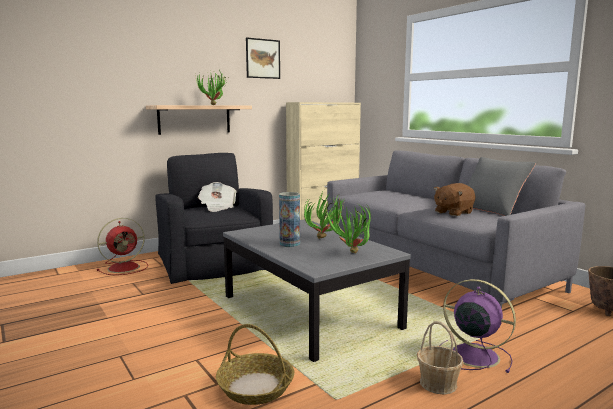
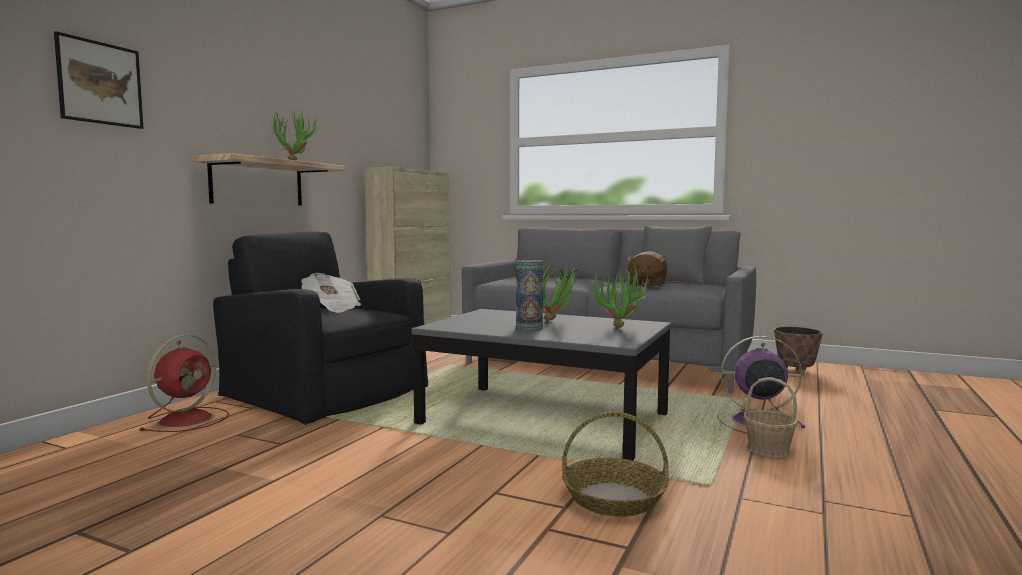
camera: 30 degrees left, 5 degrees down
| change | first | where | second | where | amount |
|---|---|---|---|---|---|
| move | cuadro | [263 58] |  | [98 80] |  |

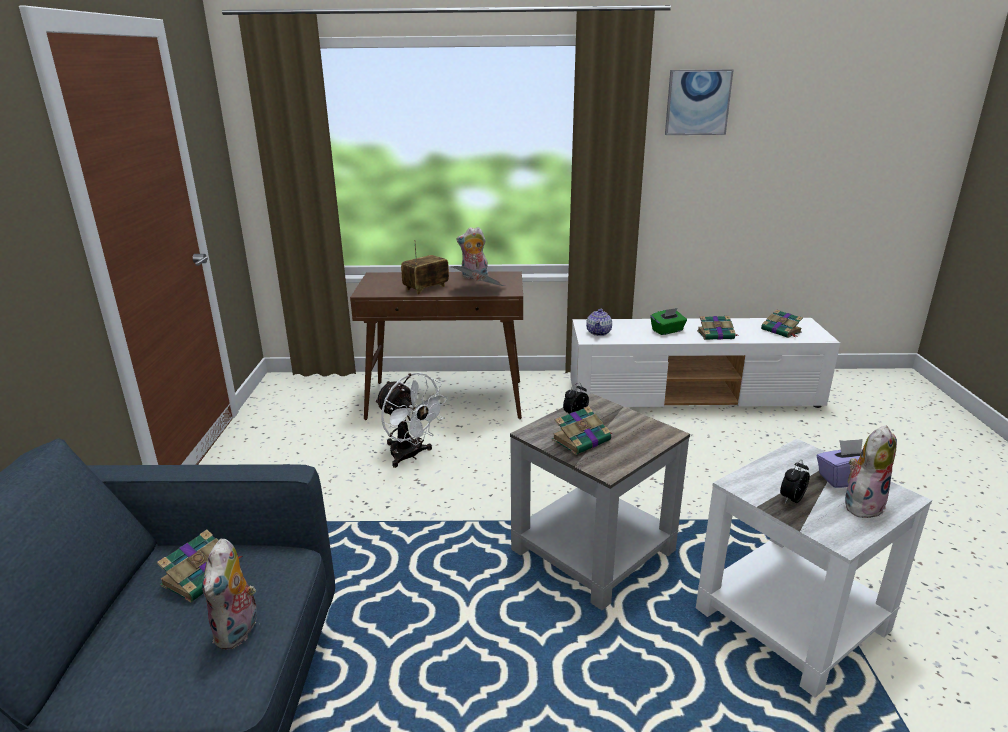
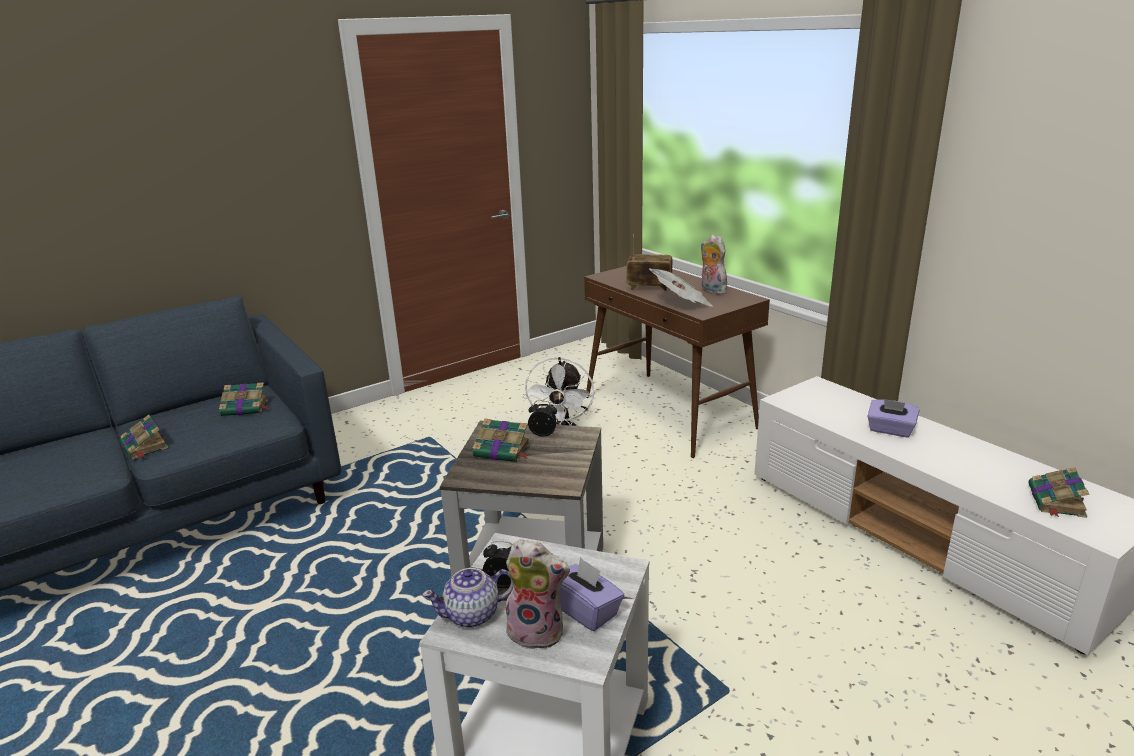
camera: 55 degrees right, 0 degrees up
| change | first | where | second | where | amount |
|---|---|---|---|---|---|
| delete | peluche | [229 594] |  |  |  |
| move | tetera | [599 322] |  | [468 598] |  |
| recolor | caja de pañuelos (verde) | [668 321] | caja de pañuelos (morado) | [893 418] |  |
| delete | cuadro | [699 102] |  |  |  |
| move | libro | [717 328] |  | [144 437] |  |

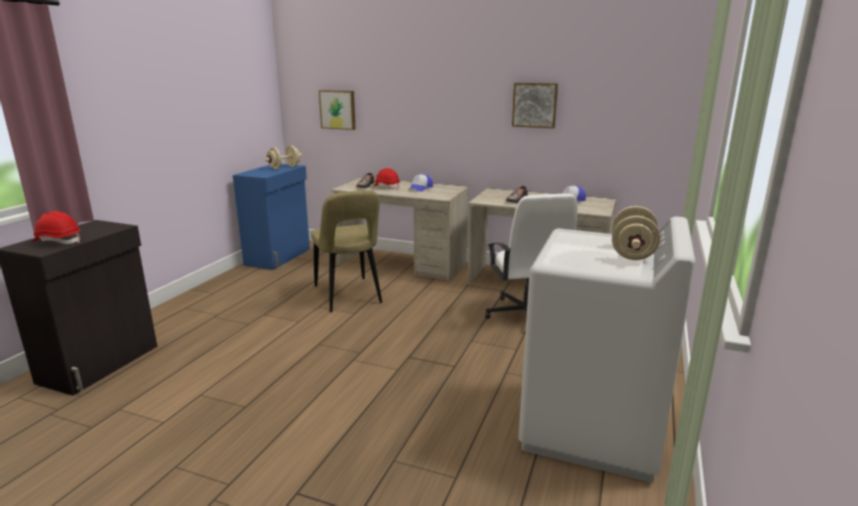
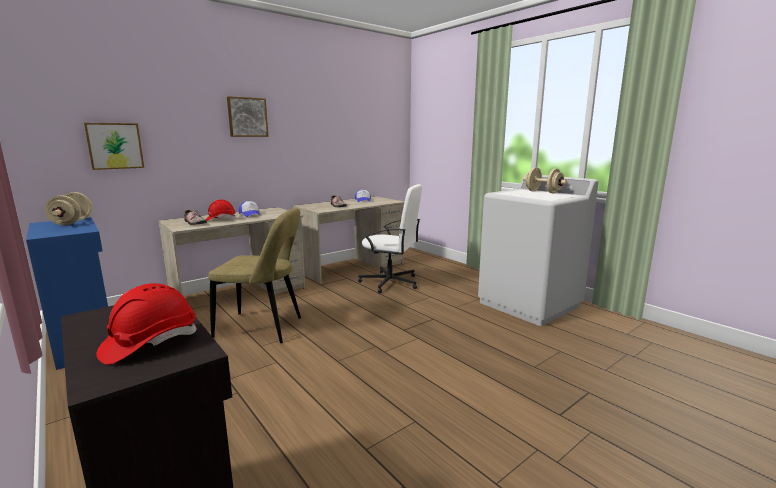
camera: 60 degrees left, 5 degrees down
| change | first | where | second | where | amount |
|---|---|---|---|---|---|
| move | cuadro | [535 105] |  | [248 116] |  |

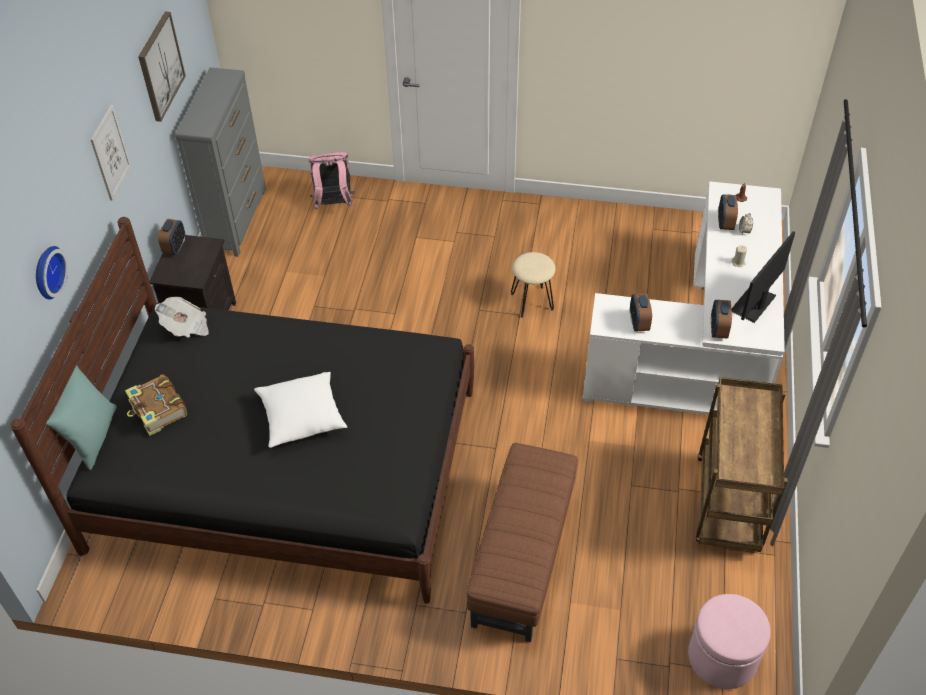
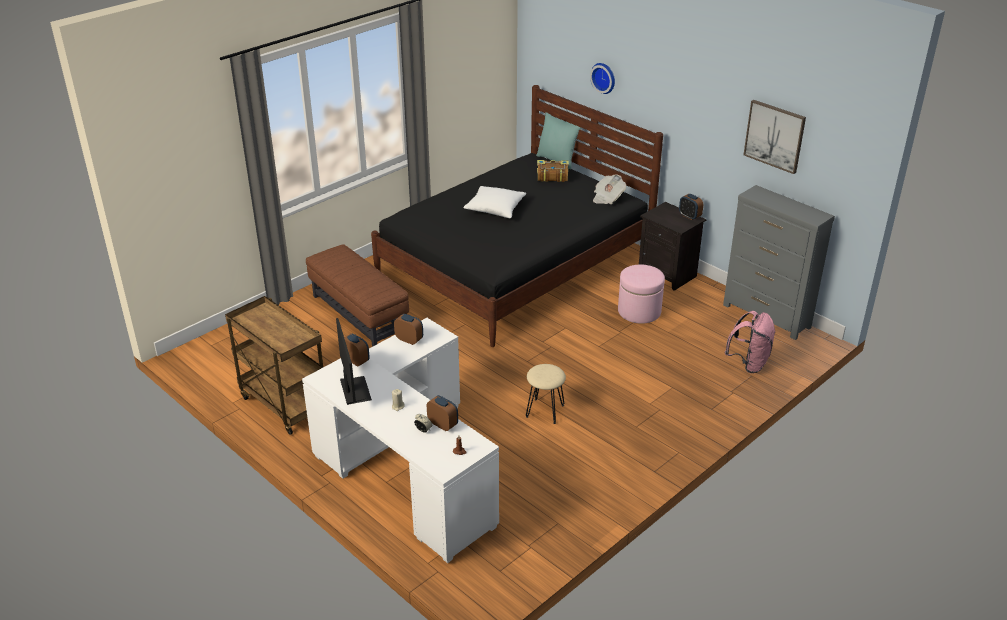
camera: 125 degrees right, 15 degrees down
| change | first | where | second | where | amount |
|---|---|---|---|---|---|
| delete | cuadro | [110 153] |  |  |  |
| move | puf (rosa) | [729 641] |  | [641 294] |  |

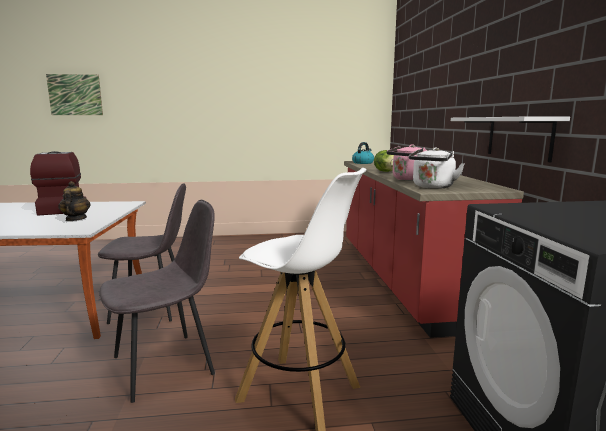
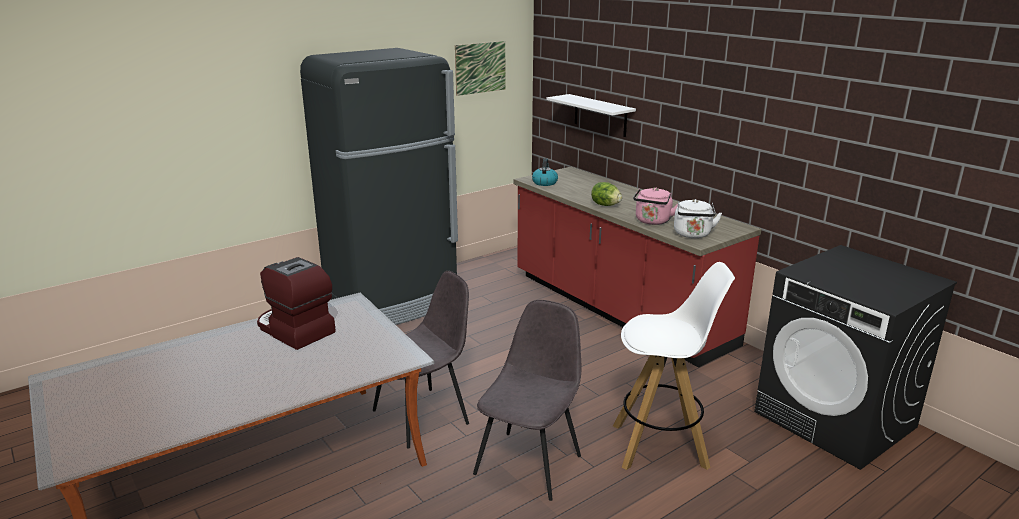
camera: 30 degrees left, 10 degrees up
| change | first | where | second | where | amount |
|---|---|---|---|---|---|
| move | cuadro | [74 94] |  | [480 68] |  |
| delete | tetera | [74 201] |  |  |  |
| move | estante (blanco) | [510 139] |  | [591 115] |  |
| insert |  |  | nevera (negro) | [379 186] |  |

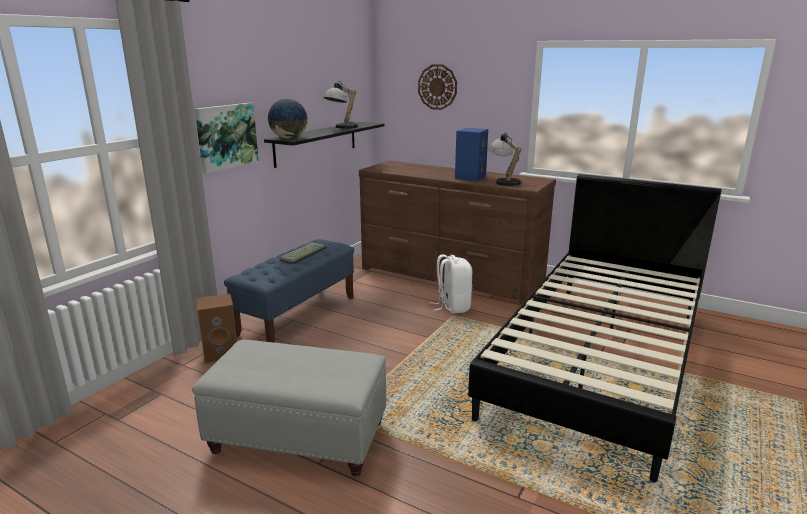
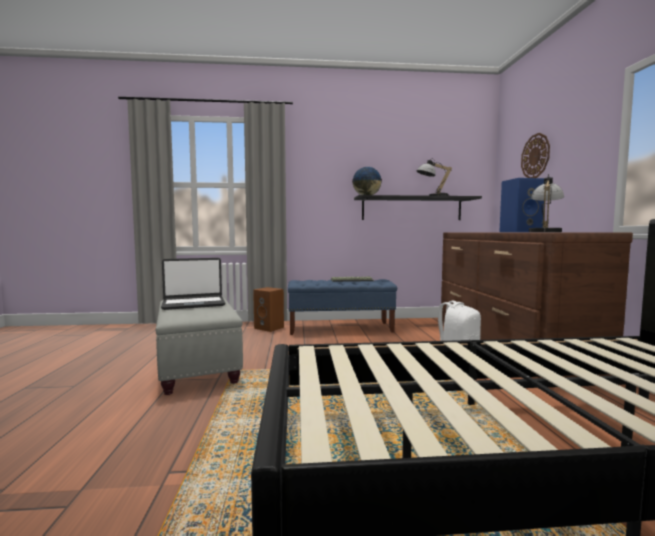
camera: 55 degrees right, 15 degrees down
| change | first | where | second | where | amount |
|---|---|---|---|---|---|
| delete | cuadro | [227 138] |  |  |  |
| insert |  |  | portátil | [193 284] |  |

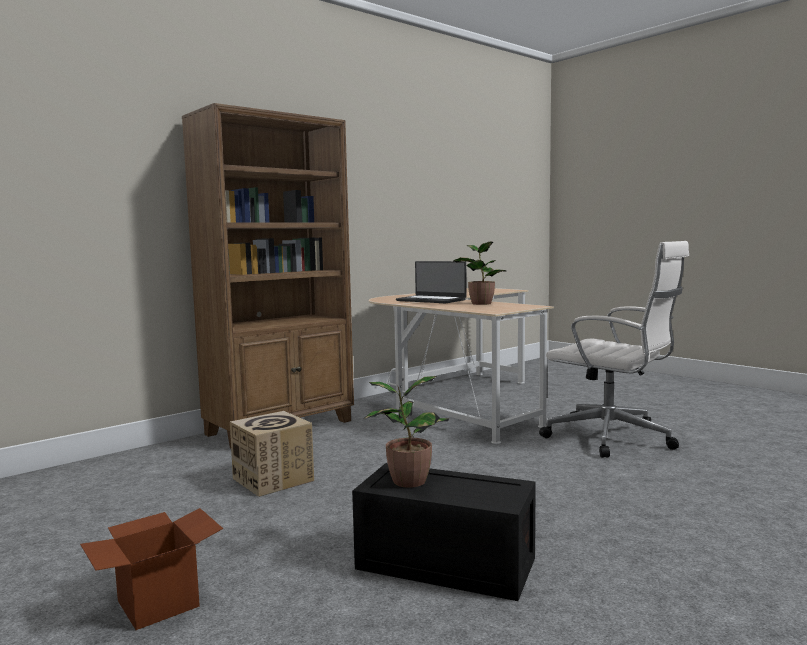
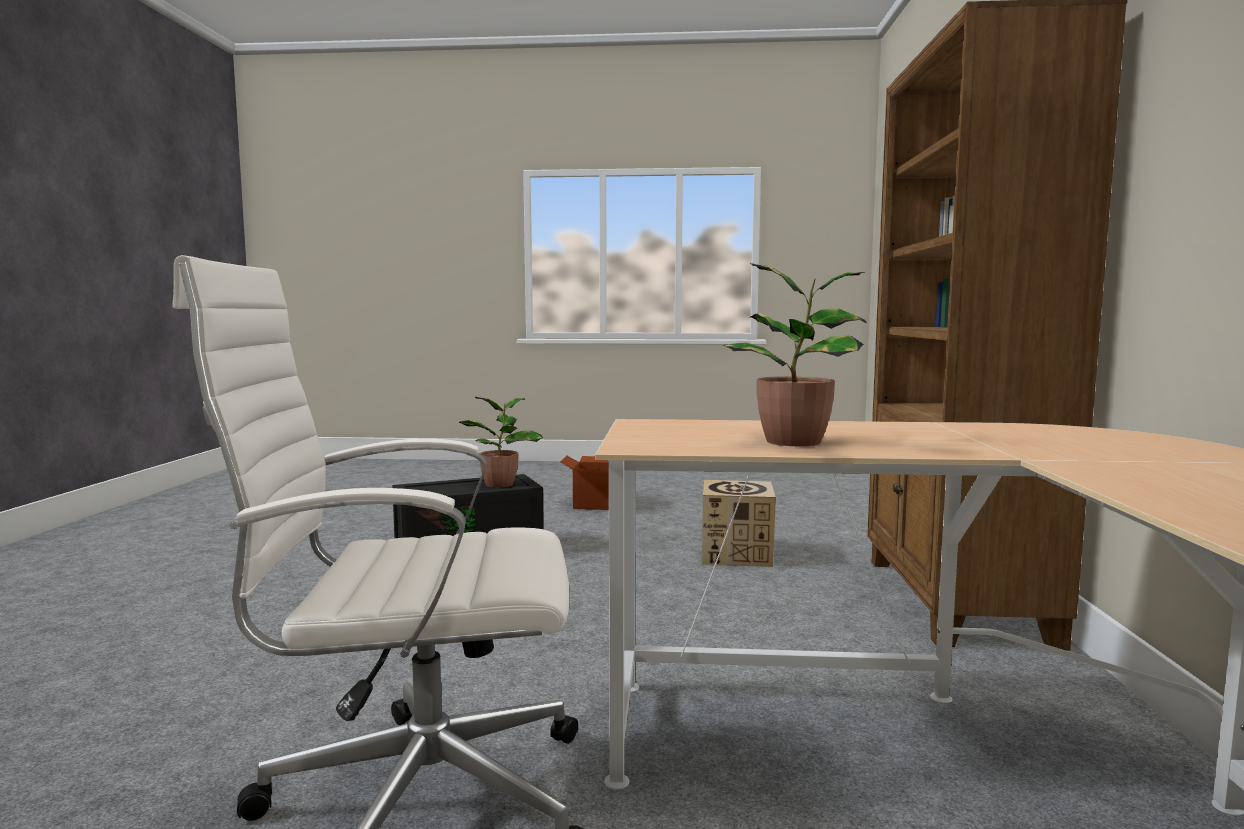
camera: 135 degrees right, 0 degrees up
| change | first | where | second | where | amount |
|---|---|---|---|---|---|
| delete | portátil | [431 282] |  |  |  |

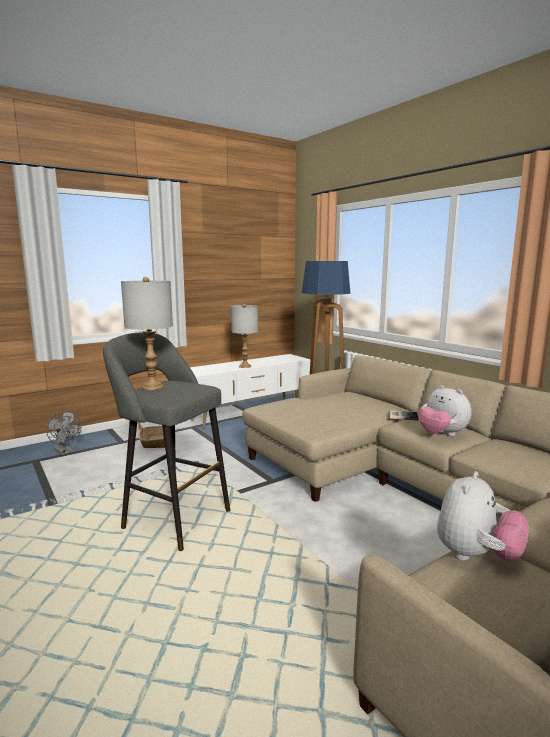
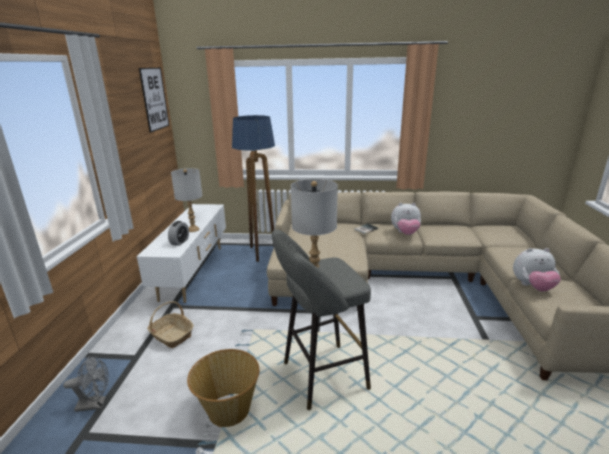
camera: 50 degrees left, 10 degrees up
| change | first | where | second | where | amount |
|---|---|---|---|---|---|
| rotate | peluche | [483 516] |  | [537 270] | 105 degrees clockwise |
| insert |  |  | cuadro | [154 100] |  |
| insert |  |  | despertador | [178 233] |  |
| insert |  |  | cesta | [223 388] |  |

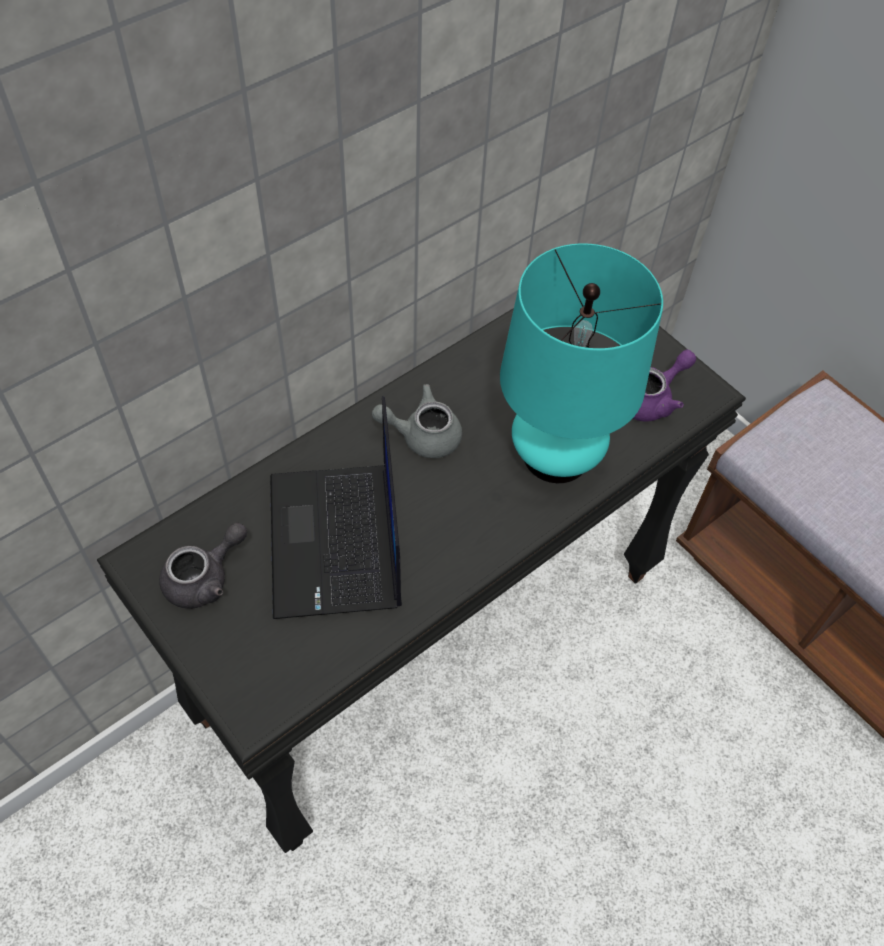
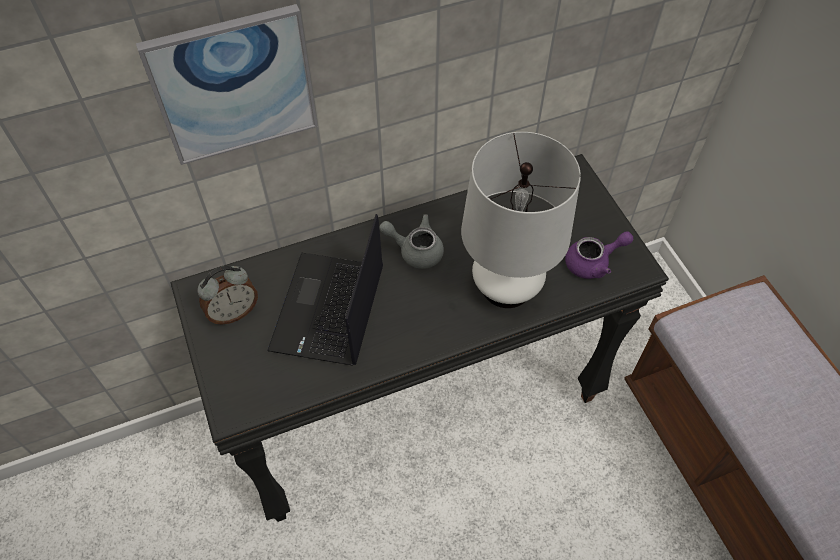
camera: 20 degrees right, 0 degrees up
| change | first | where | second | where | amount |
|---|---|---|---|---|---|
| replace | tetera (gris) | [203 566] | despertador | [227 295] |  |
| recolor | lámpara de mesa (turquesa) | [581 363] | lámpara de mesa (blanco) | [521 220] |  |
| insert |  |  | cuadro | [226 84] |  |

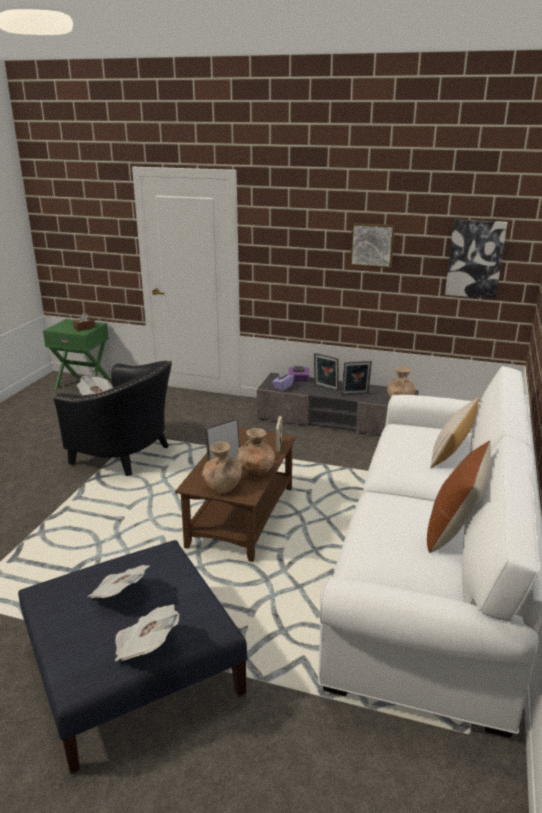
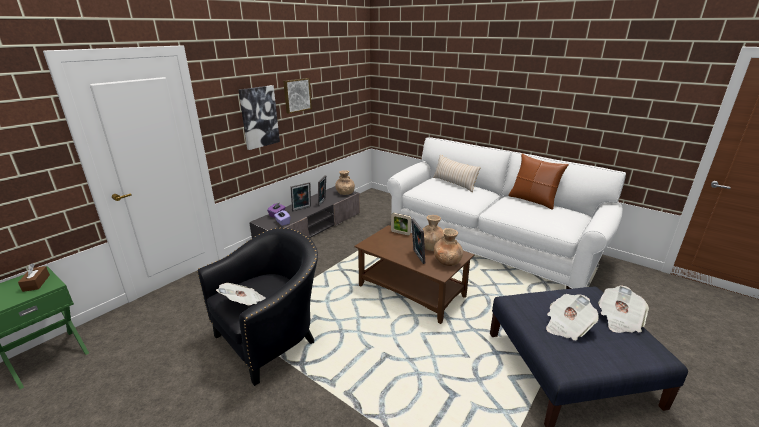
camera: 70 degrees left, 0 degrees up
| change | first | where | second | where | amount |
|---|---|---|---|---|---|
| move | cuadro | [476 259] |  | [259 117] |  |

